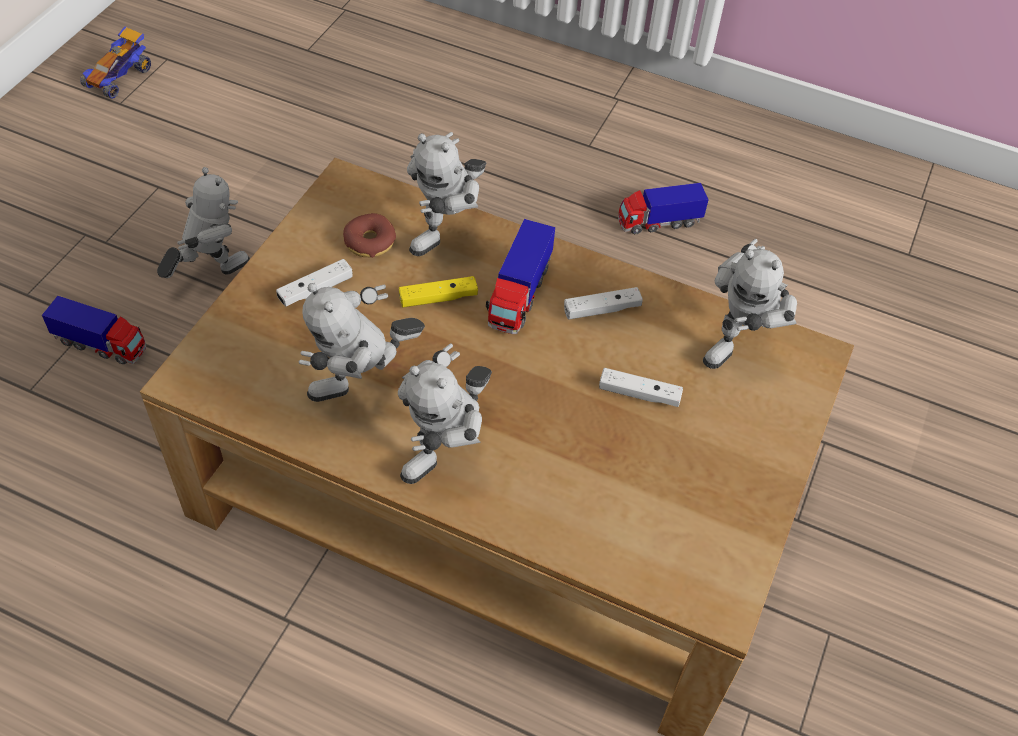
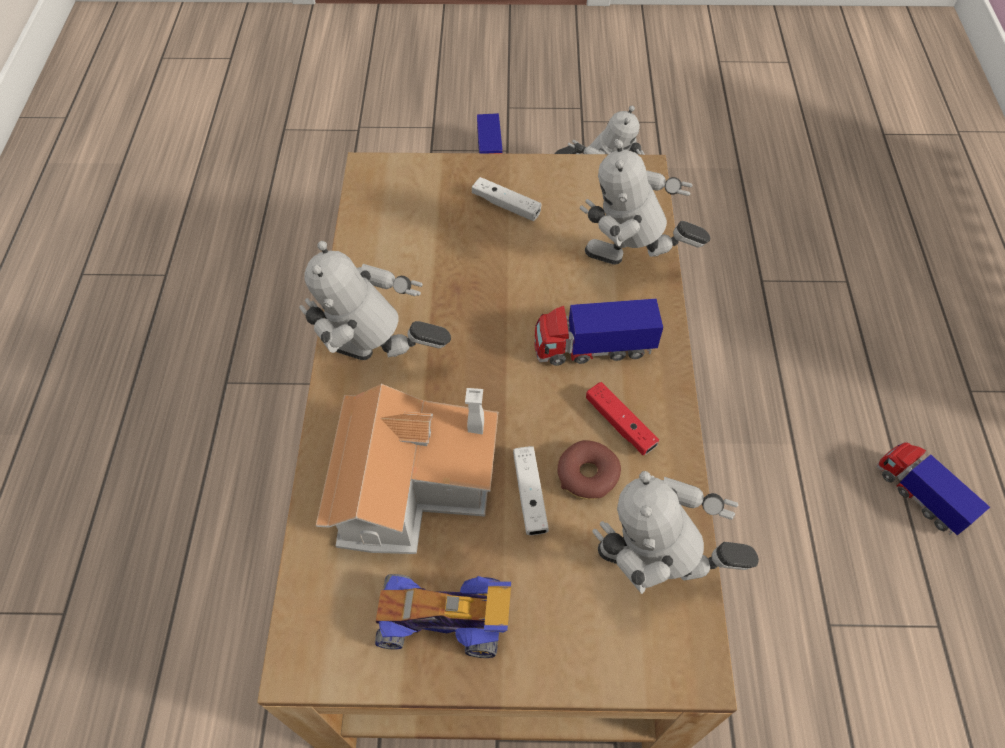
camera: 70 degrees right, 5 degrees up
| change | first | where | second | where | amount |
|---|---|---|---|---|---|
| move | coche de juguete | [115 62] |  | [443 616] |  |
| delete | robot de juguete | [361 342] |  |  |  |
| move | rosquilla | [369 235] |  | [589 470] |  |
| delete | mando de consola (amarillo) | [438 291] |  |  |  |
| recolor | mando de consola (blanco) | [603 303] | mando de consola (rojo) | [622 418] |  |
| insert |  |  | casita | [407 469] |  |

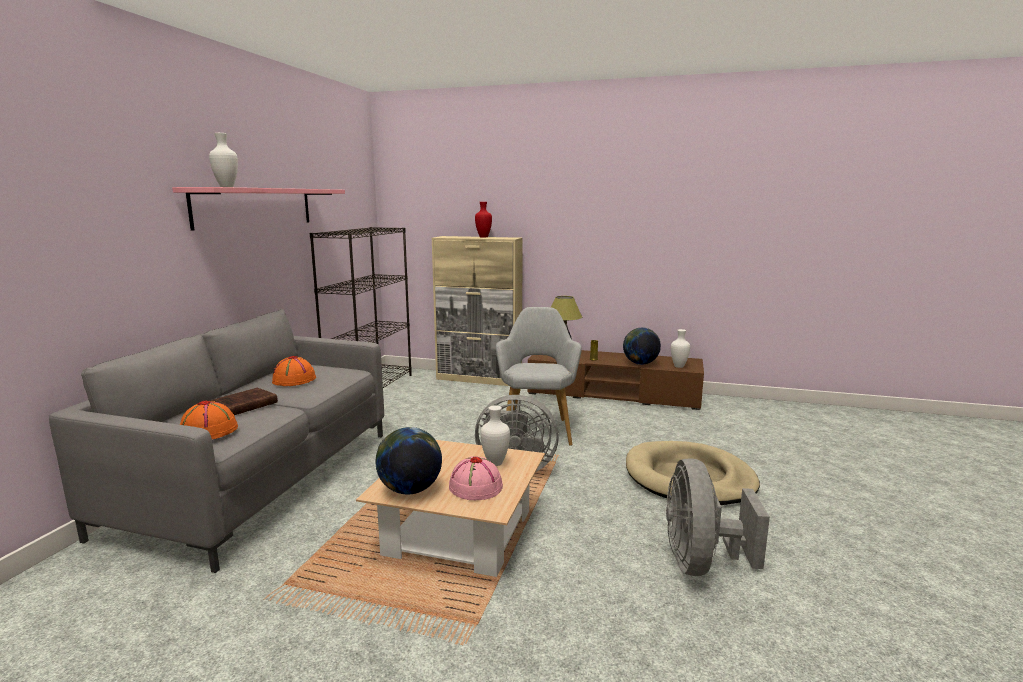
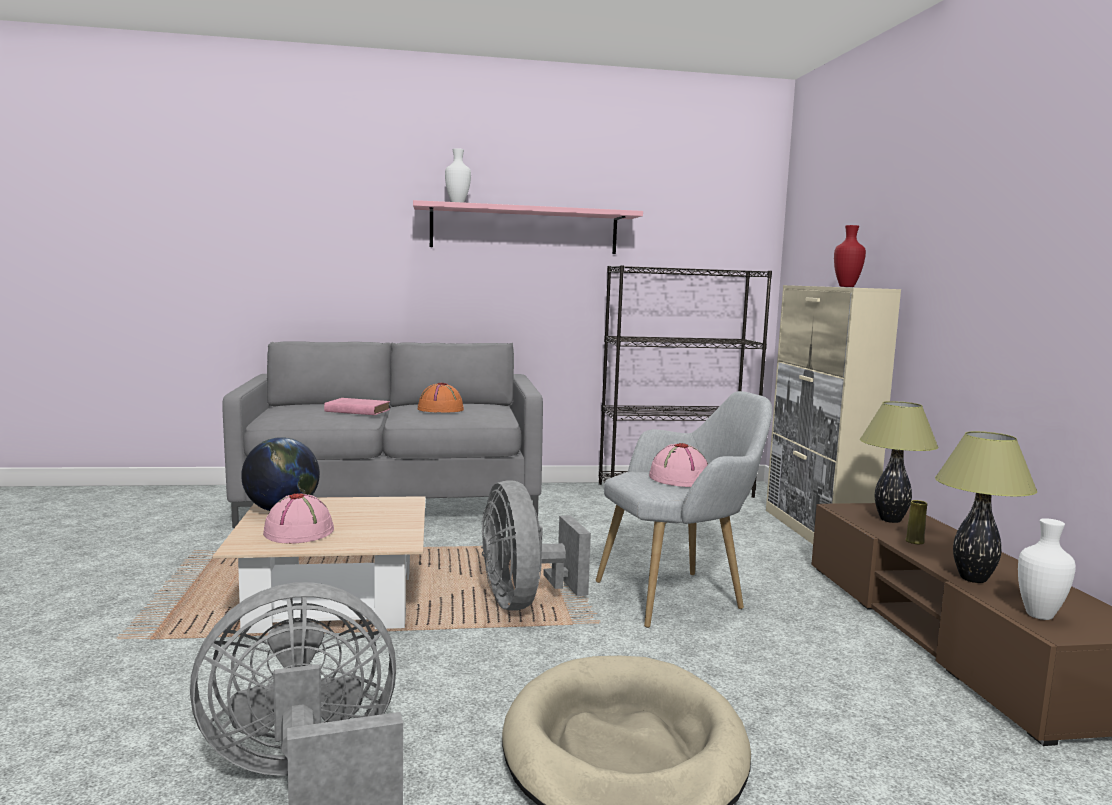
camera: 65 degrees right, 5 degrees down
| change | first | where | second | where | amount |
|---|---|---|---|---|---|
| delete | sombrero (naranja) | [209 420] |  |  |  |
| recolor | libro (marrón) | [243 401] | libro (rosa) | [357 406] |  |
| delete | florero (blanco) | [495 435] |  |  |  |
| replace | globo terráqueo | [642 346] | lámpara de mesa | [986 507] |  |
| insert |  |  | sombrero (rosa) | [678 465] |  |

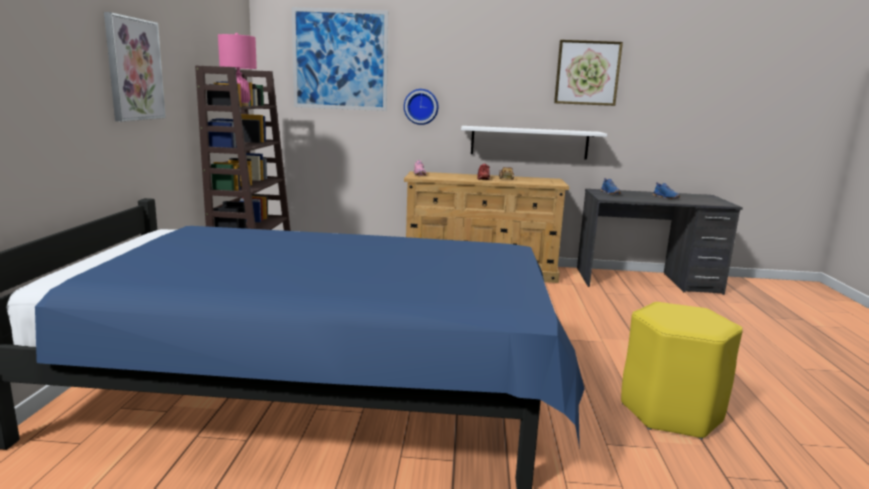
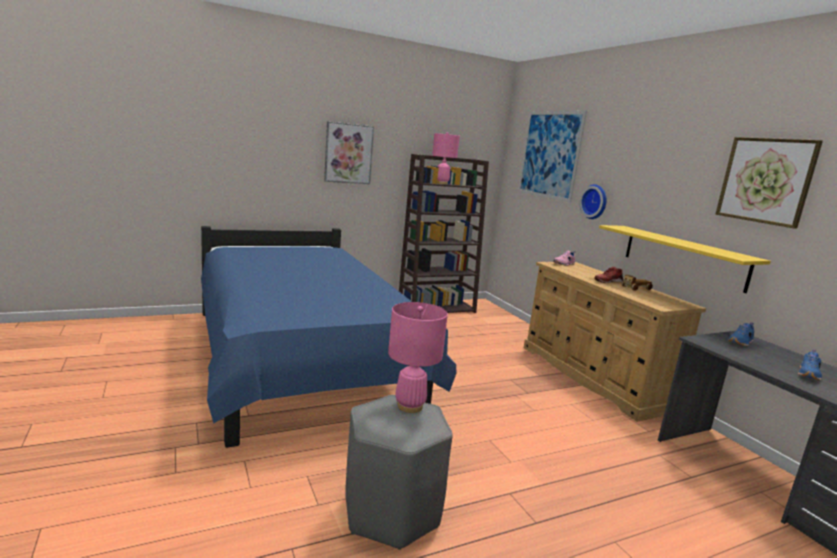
camera: 60 degrees right, 0 degrees up
| change | first | where | second | where | amount |
|---|---|---|---|---|---|
| recolor | estante (blanco) | [534 143] | estante (amarillo) | [685 259] |  |
| recolor | taburete (amarillo) | [681 371] | taburete (gris) | [399 472] |  |
| insert |  |  | lámpara de mesa (rosa) | [418 357] |  |

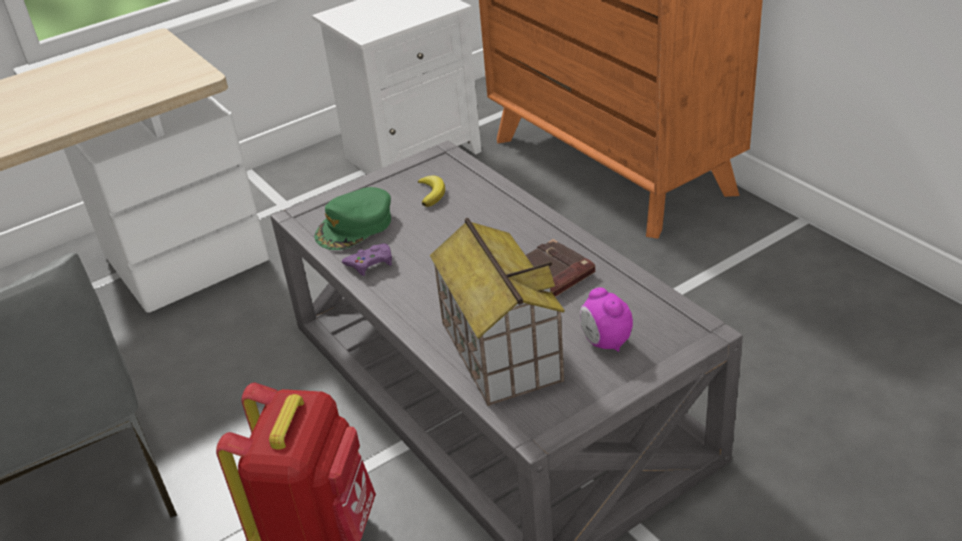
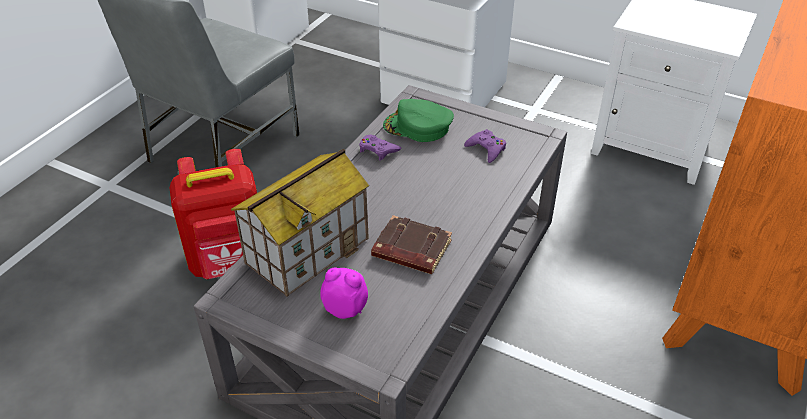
camera: 60 degrees right, 5 degrees up
| change | first | where | second | where | amount |
|---|---|---|---|---|---|
| replace | plátano | [431 191] | mando de consola (morado) | [485 146] |  |
| rotate | despertador | [606 320] |  | [344 293] | 75 degrees clockwise |

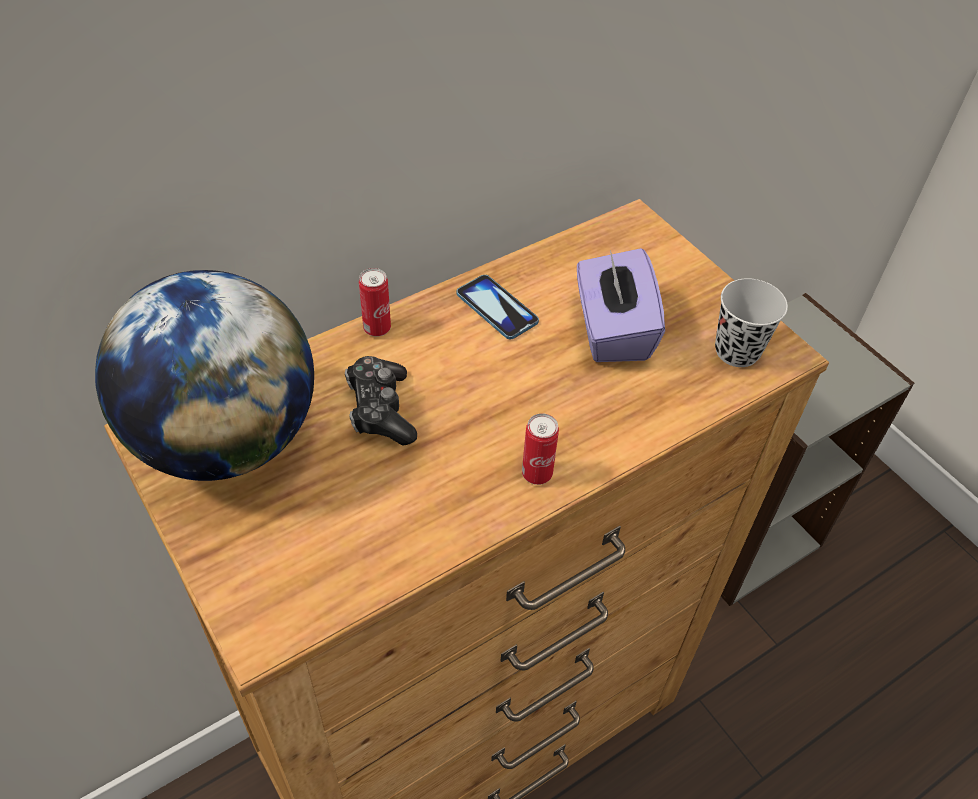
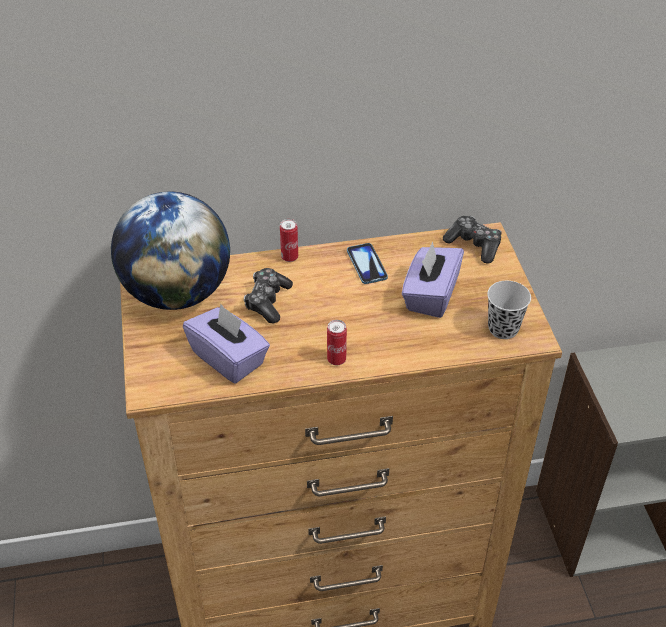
camera: 25 degrees right, 5 degrees down
| change | first | where | second | where | amount |
|---|---|---|---|---|---|
| insert |  |  | caja de pañuelos (morado) | [226 344] |  |
| insert |  |  | mando de consola | [472 239] |  |

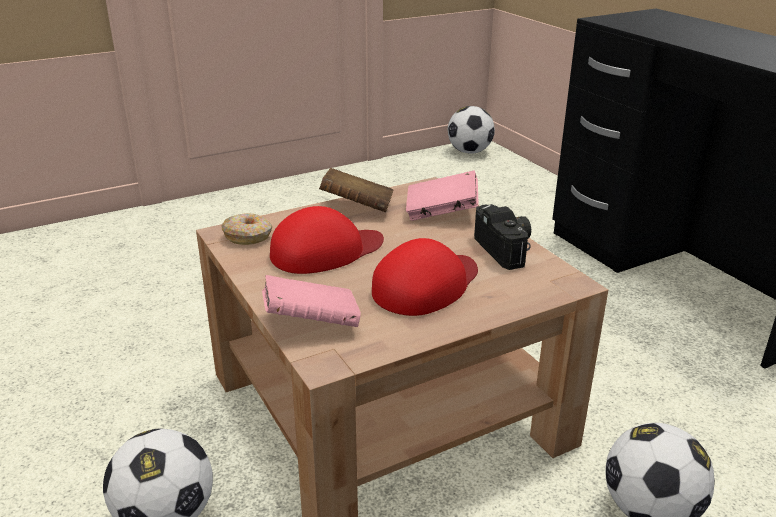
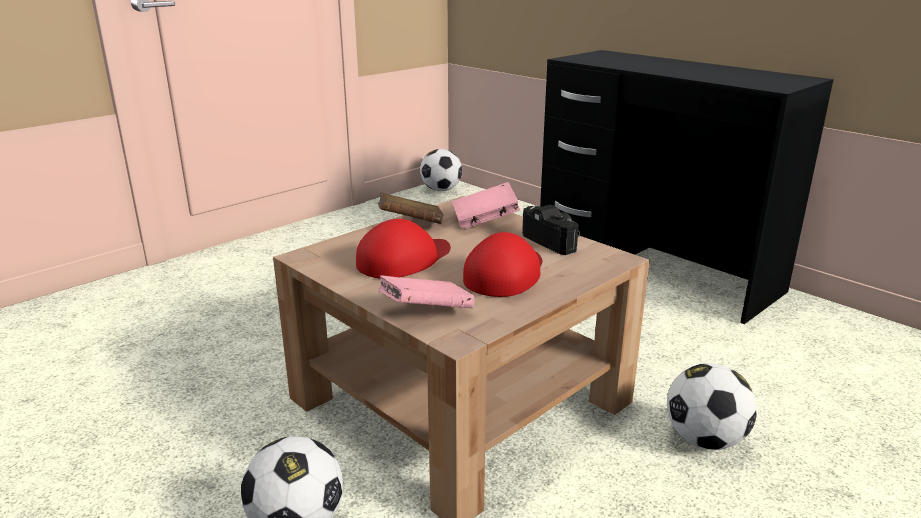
camera: 15 degrees left, 5 degrees down
| change | first | where | second | where | amount |
|---|---|---|---|---|---|
| delete | rosquilla | [247 229] |  |  |  |

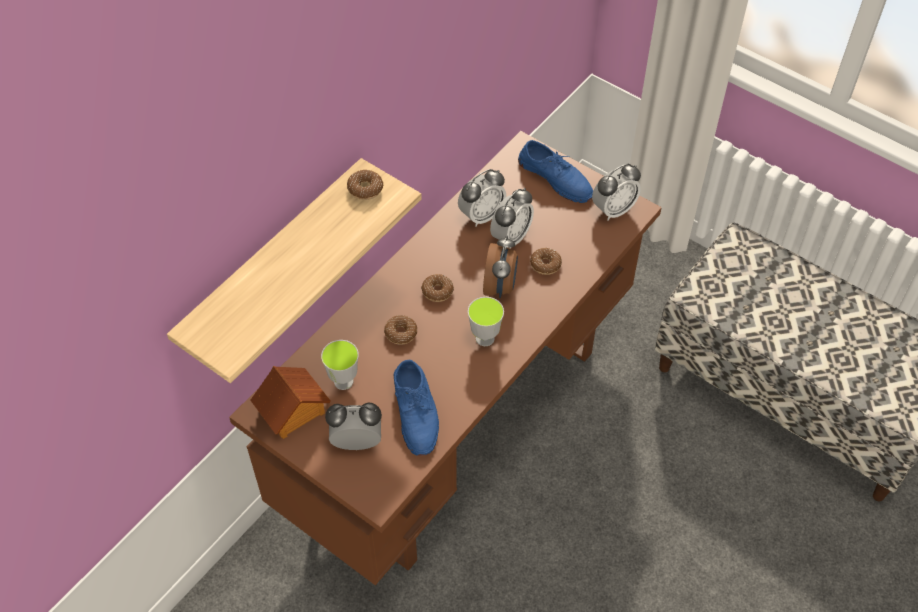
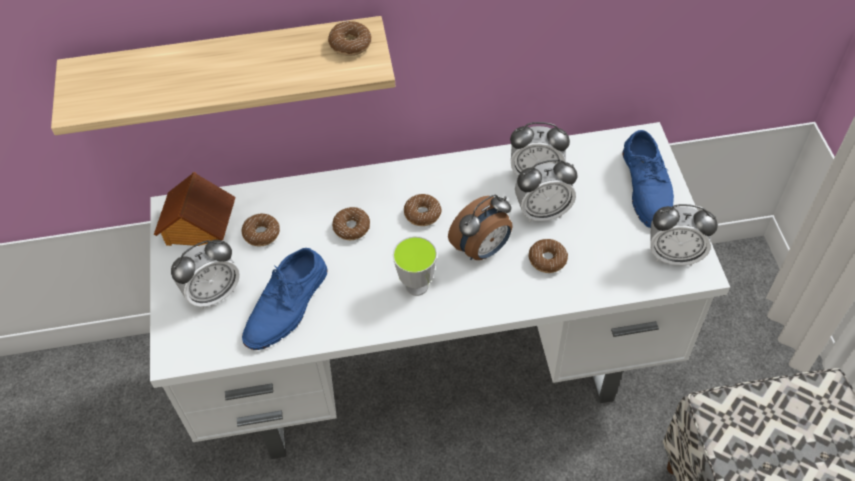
camera: 45 degrees right, 0 degrees up
| change | first | where | second | where | amount |
|---|---|---|---|---|---|
| recolor | escritorio (marrón) | [445 358] | escritorio (blanco) | [440 290] |  |
| replace | taza | [340 365] | rosquilla | [260 230] |  |
| rotate | despertador | [353 426] |  | [205 274] | 105 degrees clockwise |

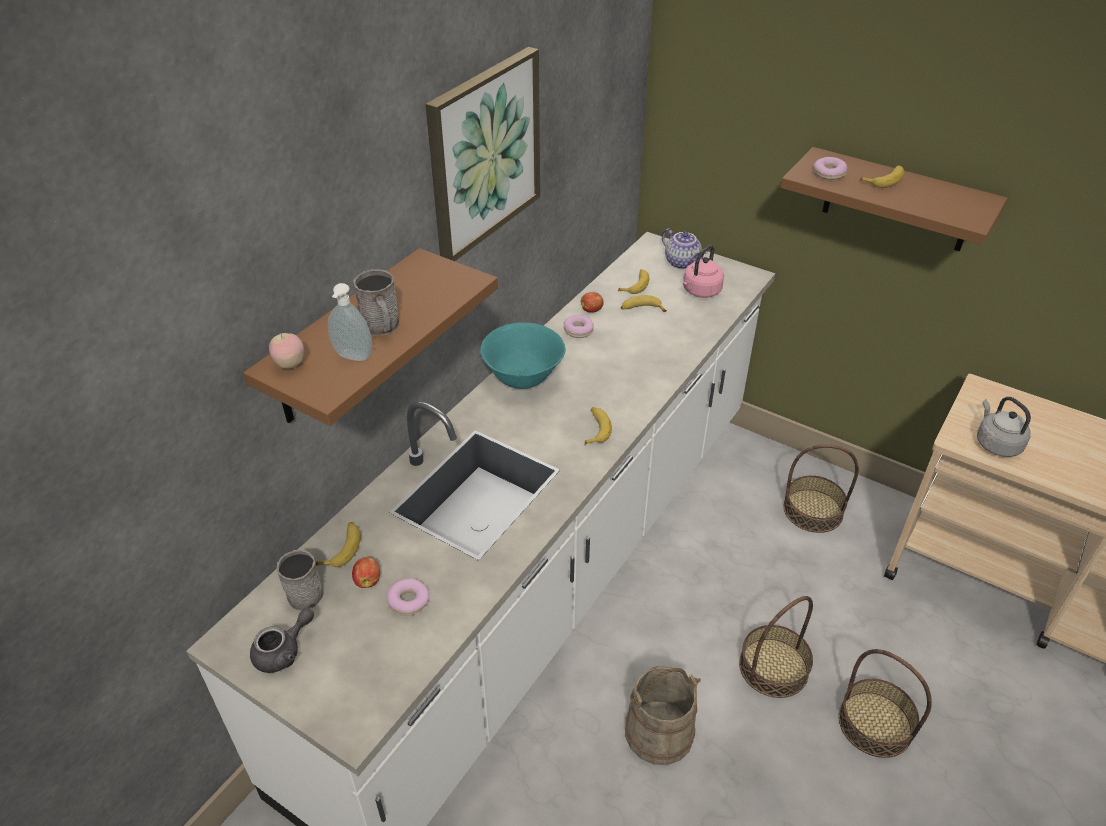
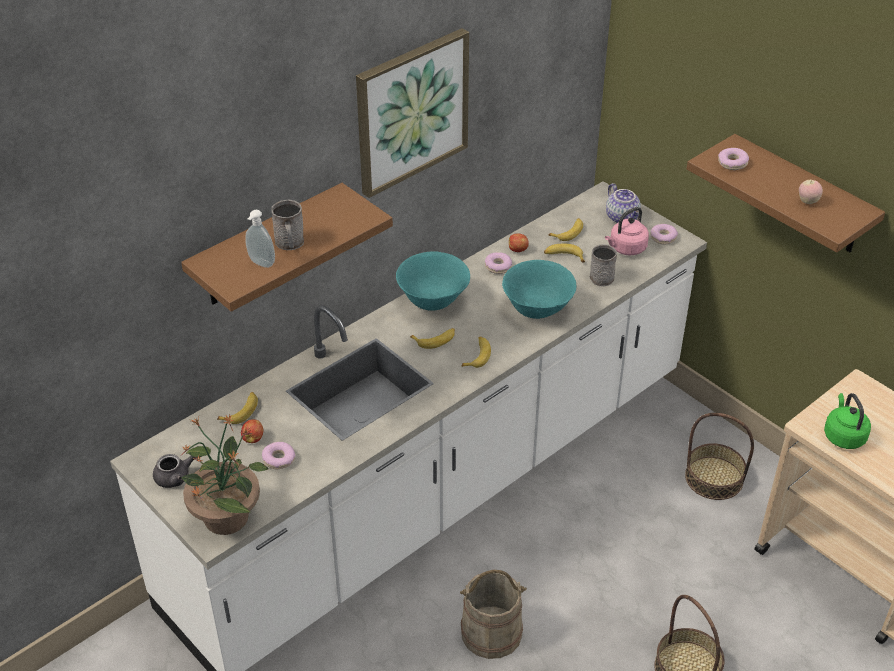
camera: 15 degrees right, 0 degrees up
| change | first | where | second | where | amount |
|---|---|---|---|---|---|
| move | manzana | [286 351] |  | [811 192] |  |
| move | taza grande (gris) | [300 580] |  | [603 265] |  |
| delete | cesta | [776 647] |  |  |  |
| move | plátano | [882 176] |  | [432 338] |  |
| recolor | hervidor (gris) | [1004 427] | hervidor (verde) | [847 421] |  |
| insert |  |  | planta en maceta | [225 475] |  |
| insert |  |  | cuenco (turquesa) | [539 289] |  |
| insert |  |  | rosquilla | [664 234] |  |

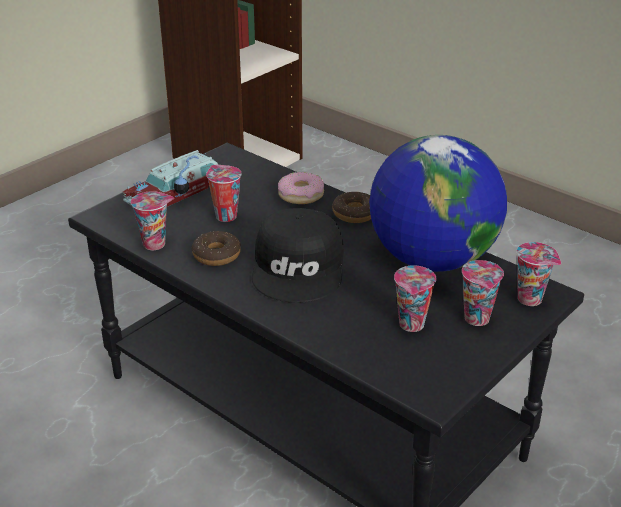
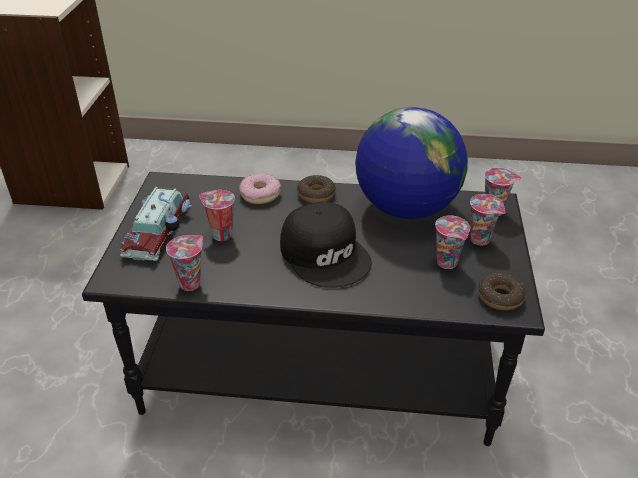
camera: 35 degrees left, 5 degrees up
| change | first | where | second | where | amount |
|---|---|---|---|---|---|
| move | rosquilla | [216 248] |  | [502 292] |  |

